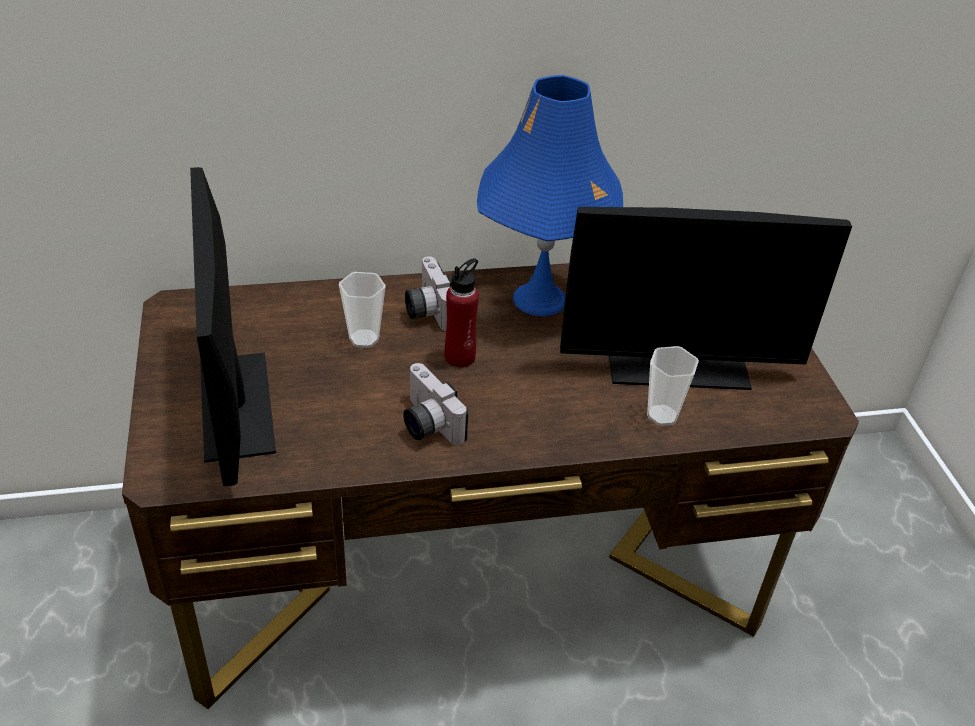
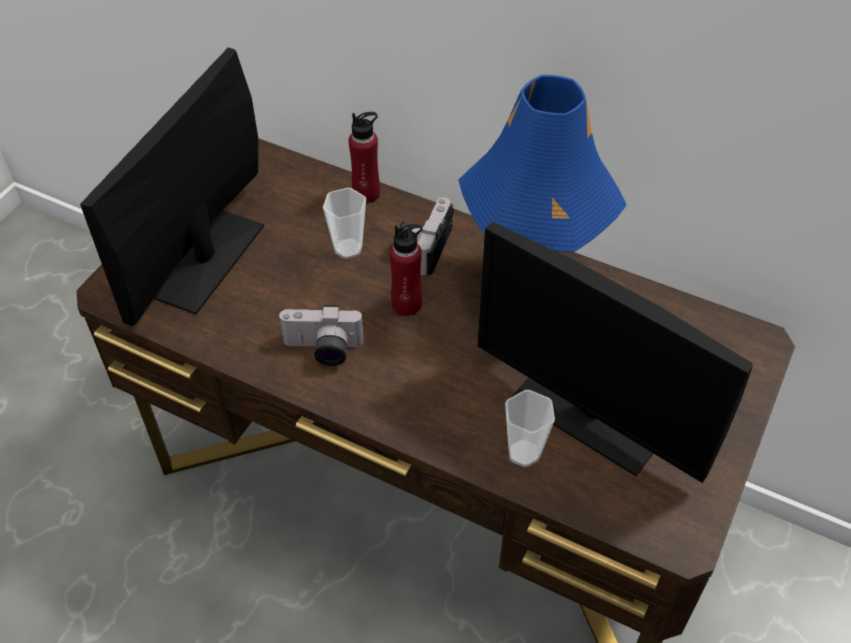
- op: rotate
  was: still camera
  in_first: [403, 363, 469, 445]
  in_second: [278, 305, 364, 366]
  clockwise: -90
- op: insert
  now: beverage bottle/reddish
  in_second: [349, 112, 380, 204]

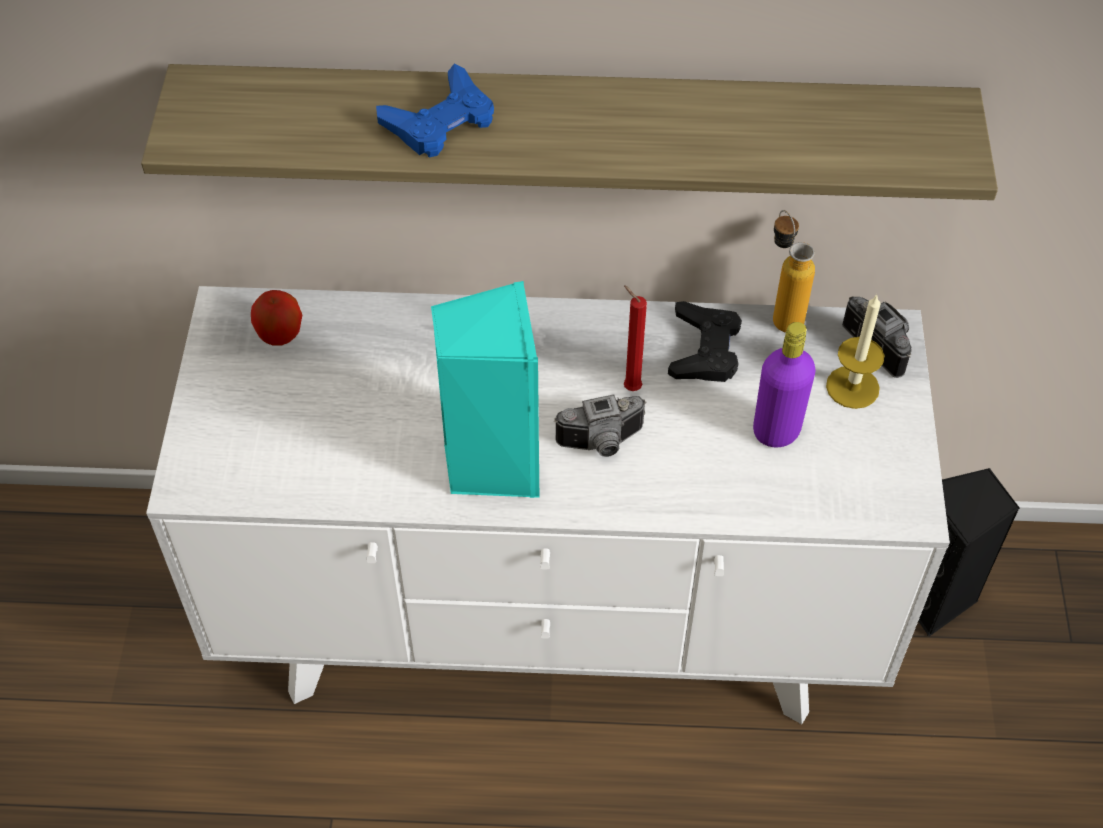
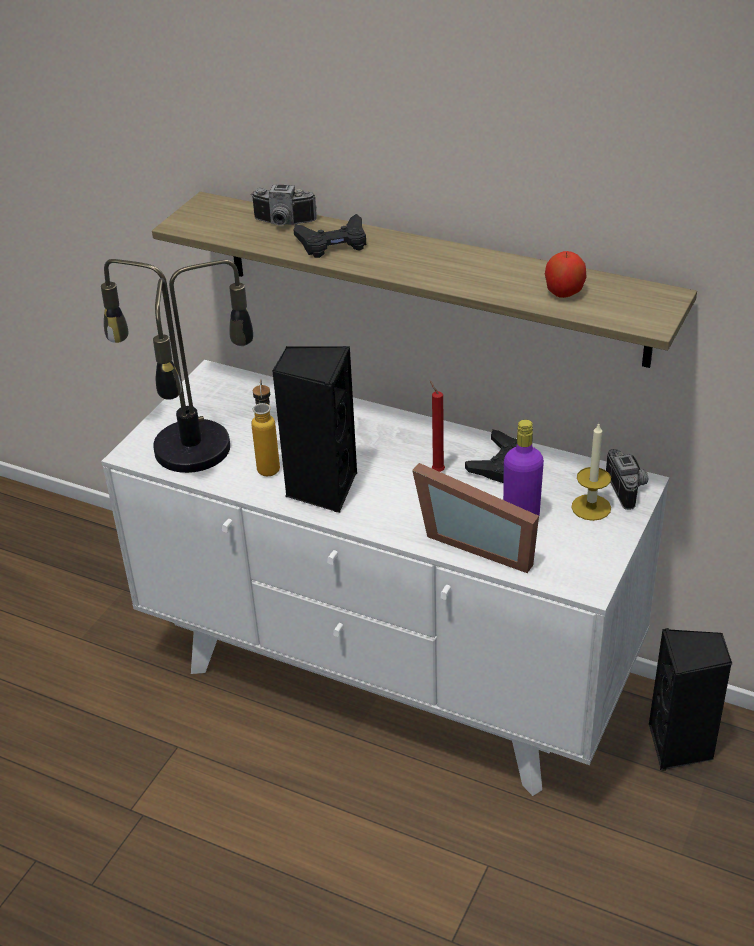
- op: move
  was: apple
  in_first: [251, 290, 302, 346]
  in_second: [545, 251, 586, 298]
- op: recolor
  was: gamepad/blue-coloured
  now: gamepad/blackish
  in_first: [376, 64, 494, 157]
  in_second: [294, 214, 366, 258]
- op: recolor
  was: speaker/turquoise
  now: speaker/blackish
  in_first: [431, 281, 539, 498]
  in_second: [272, 346, 357, 513]
- op: move
  was: still camera
  in_first: [554, 394, 646, 457]
  in_second: [251, 184, 317, 226]
- op: move
  was: beverage bottle
  in_first: [773, 210, 815, 333]
  in_second: [251, 379, 280, 477]
- op: insert
  now: tabletop lamp
  in_second: [101, 259, 253, 473]
- op: insert
  now: photo frame
  in_second: [412, 463, 539, 573]

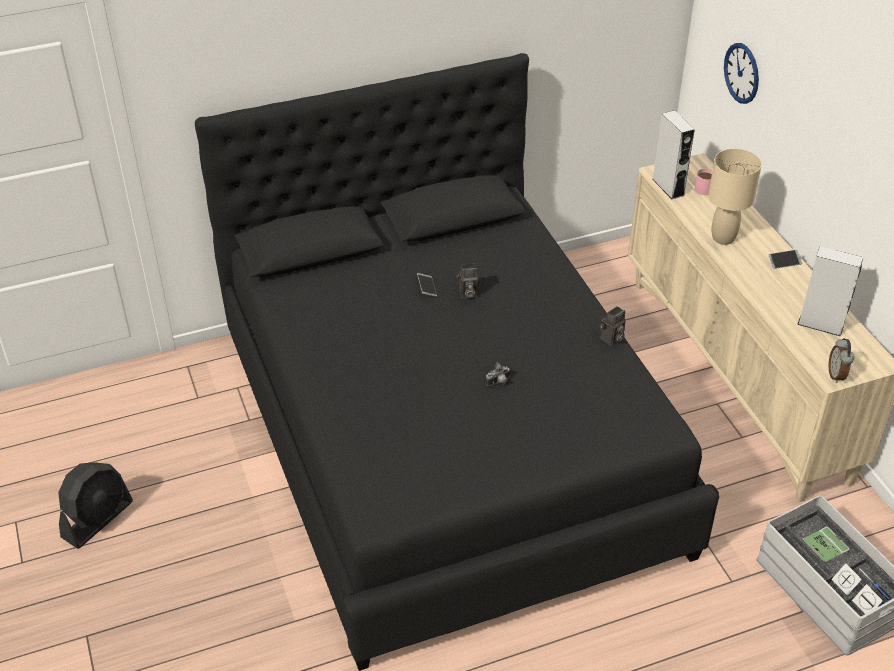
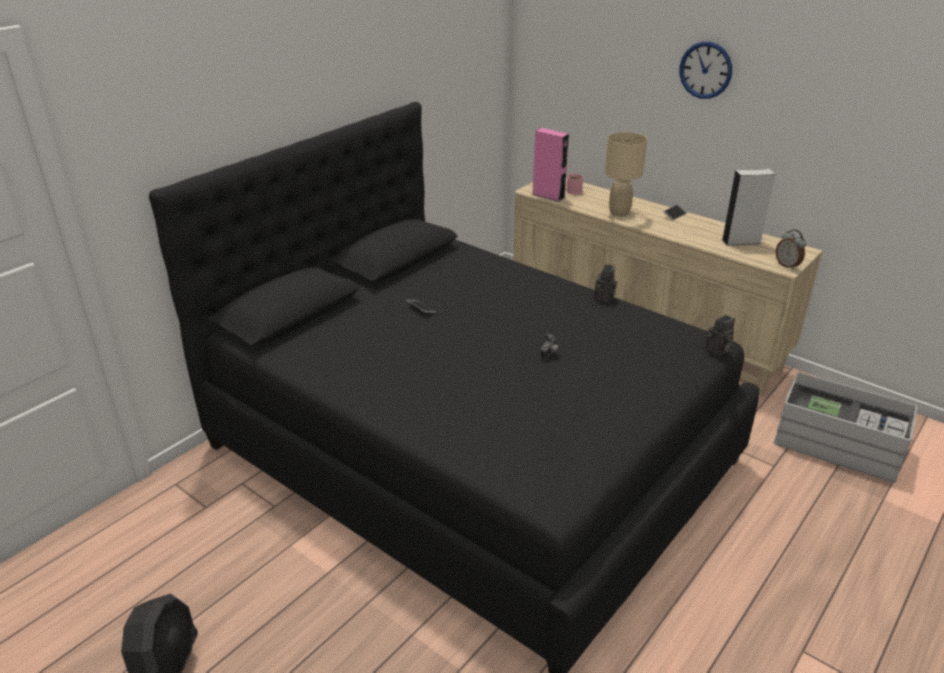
- op: move
  was: still camera
  in_first: [457, 263, 479, 299]
  in_second: [705, 315, 735, 357]
- op: recolor
  was: speaker/grey
  now: speaker/pink-coloured
  in_first: [652, 110, 695, 199]
  in_second: [532, 128, 569, 202]
- op: move
  was: wall clock
  in_first: [724, 43, 759, 104]
  in_second: [680, 42, 732, 99]

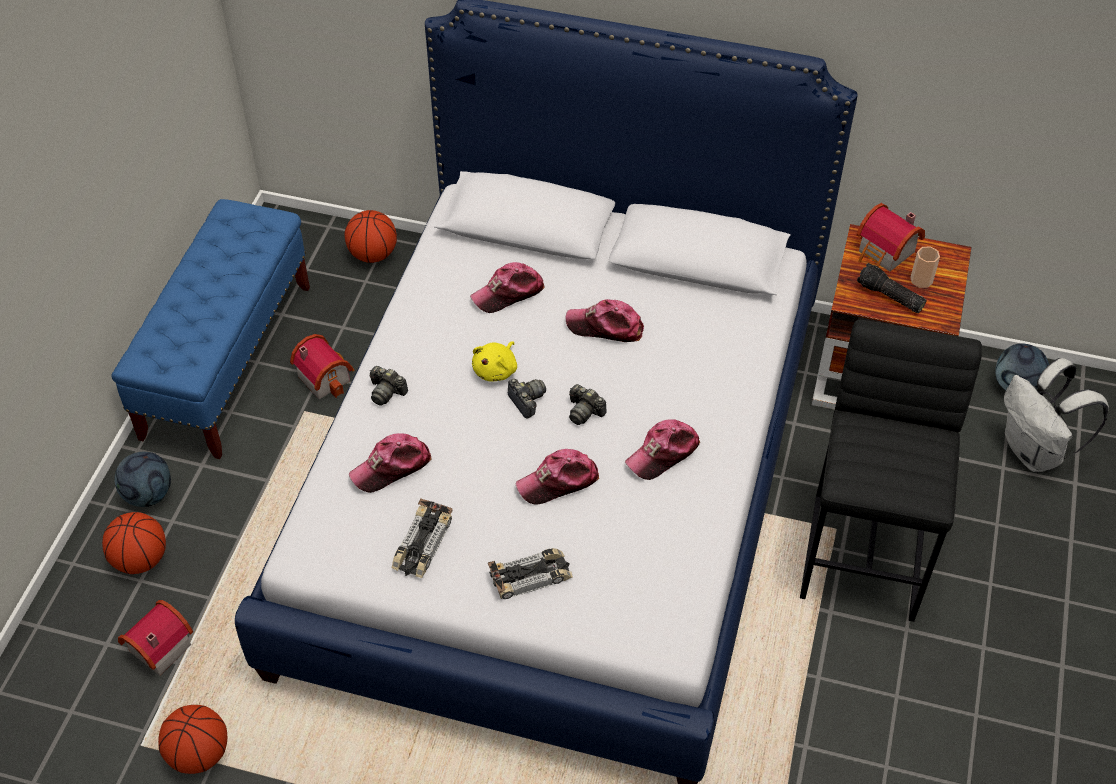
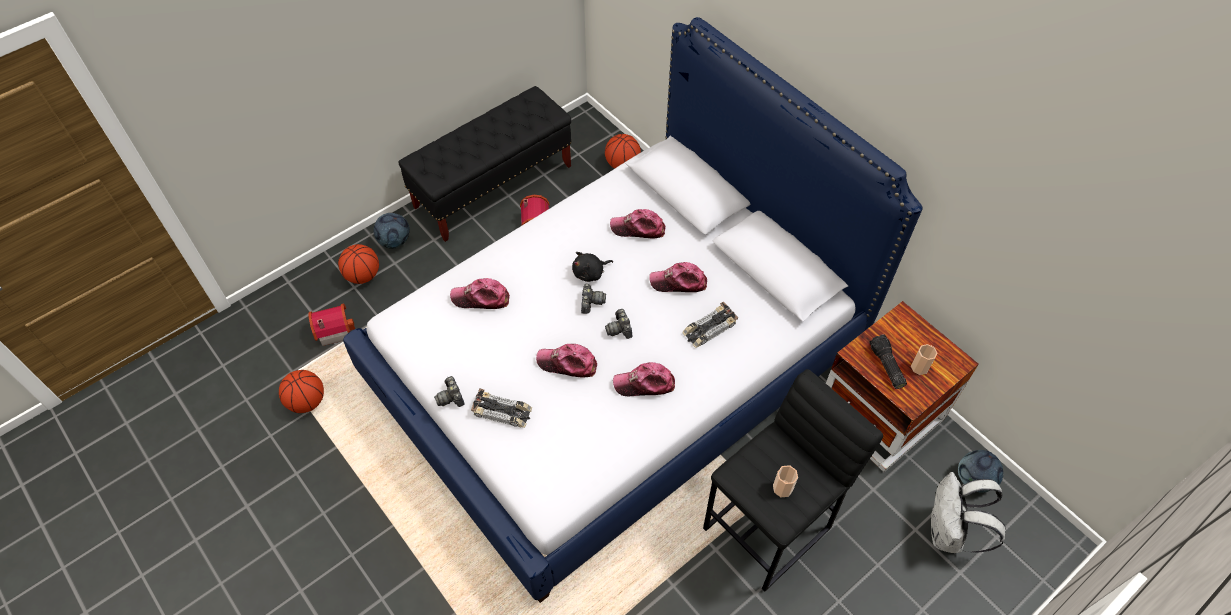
- op: recolor
  was: indoor bench/blue-coloured
  now: indoor bench/blackish
  in_first: [111, 199, 310, 459]
  in_second: [399, 86, 572, 242]
- op: move
  was: still camera
  in_first: [370, 366, 408, 406]
  in_second: [434, 376, 465, 407]
- op: move
  was: model car
  in_first: [391, 498, 453, 578]
  in_second: [682, 301, 738, 348]
- op: recolor
  was: cuddly toy/yellowish
  now: cuddly toy/blackish
  in_first: [472, 341, 517, 382]
  in_second: [572, 252, 613, 282]
- op: rotate
  was: peaked cap
  in_first: [566, 299, 644, 342]
  in_second: [649, 262, 707, 292]
  clockwise: -45
- op: delete
  was: toy house
  in_first: [856, 203, 925, 272]
- op: insert
  now: small cup
  in_second: [773, 465, 798, 497]

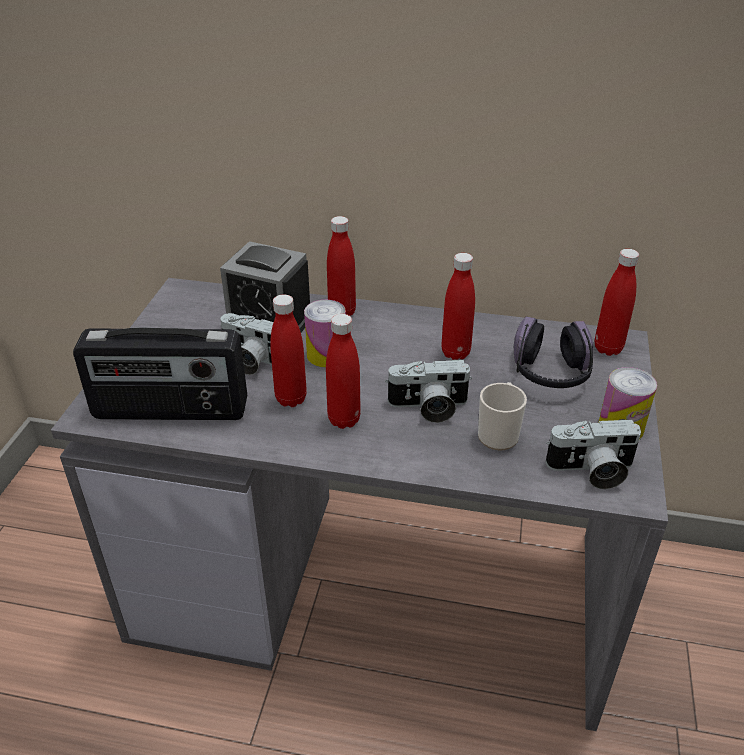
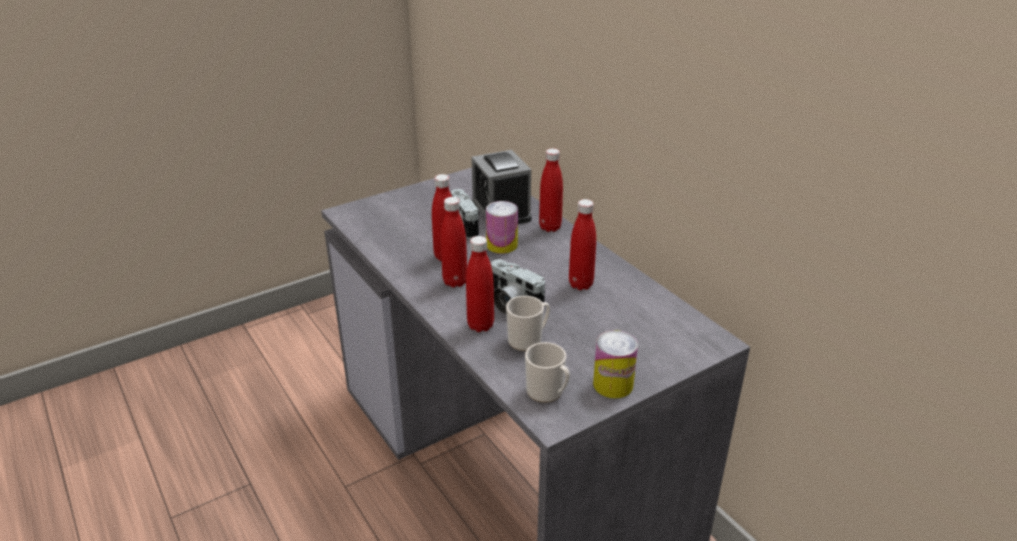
- op: delete
  was: radio receiver
  in_first: [73, 328, 247, 420]
- op: delete
  was: headset
  in_first: [514, 317, 593, 388]
- op: replace
  was: still camera
  now: coffee mug
  in_first: [545, 419, 641, 489]
  in_second: [525, 342, 570, 403]
- op: move
  was: beverage bottle/reddish
  in_first: [595, 249, 639, 356]
  in_second: [466, 236, 494, 332]

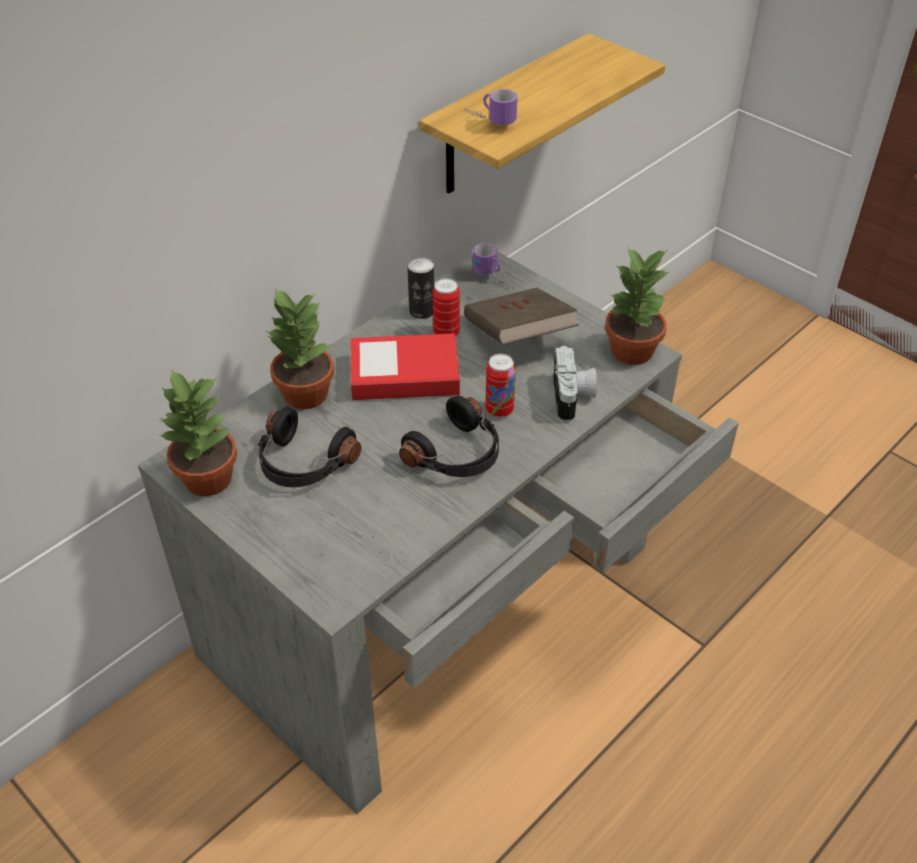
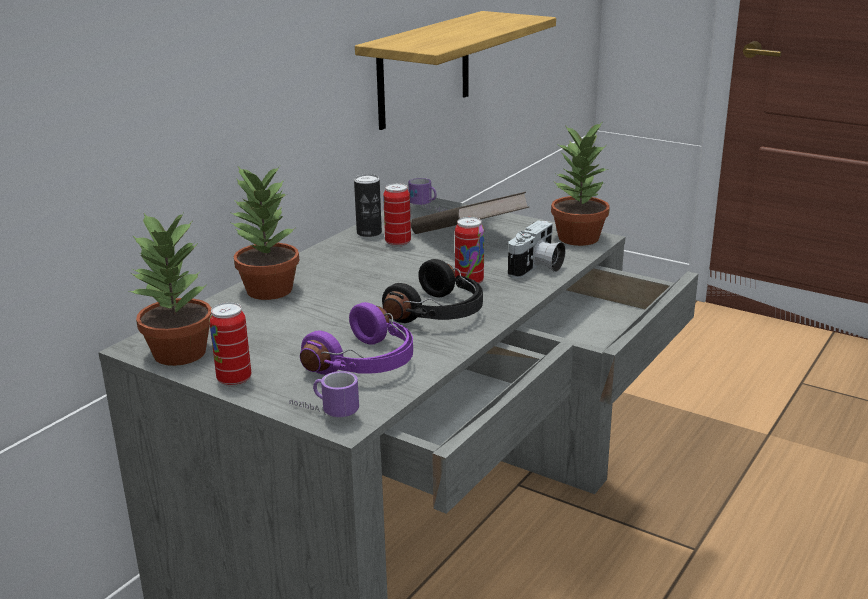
- op: delete
  was: headset/blackish
  in_first: [258, 407, 361, 487]
- op: delete
  was: volume
  in_first: [351, 333, 460, 400]
- op: move
  was: coffee mug
  in_first: [465, 89, 518, 126]
  in_second: [289, 371, 359, 417]
- op: rotate
  was: still camera
  in_first: [553, 346, 597, 422]
  in_second: [508, 220, 566, 278]
  clockwise: 45
- op: insert
  now: metal can
  in_second: [209, 302, 251, 387]
- op: insert
  now: headset/purplish
  in_second: [300, 302, 413, 375]

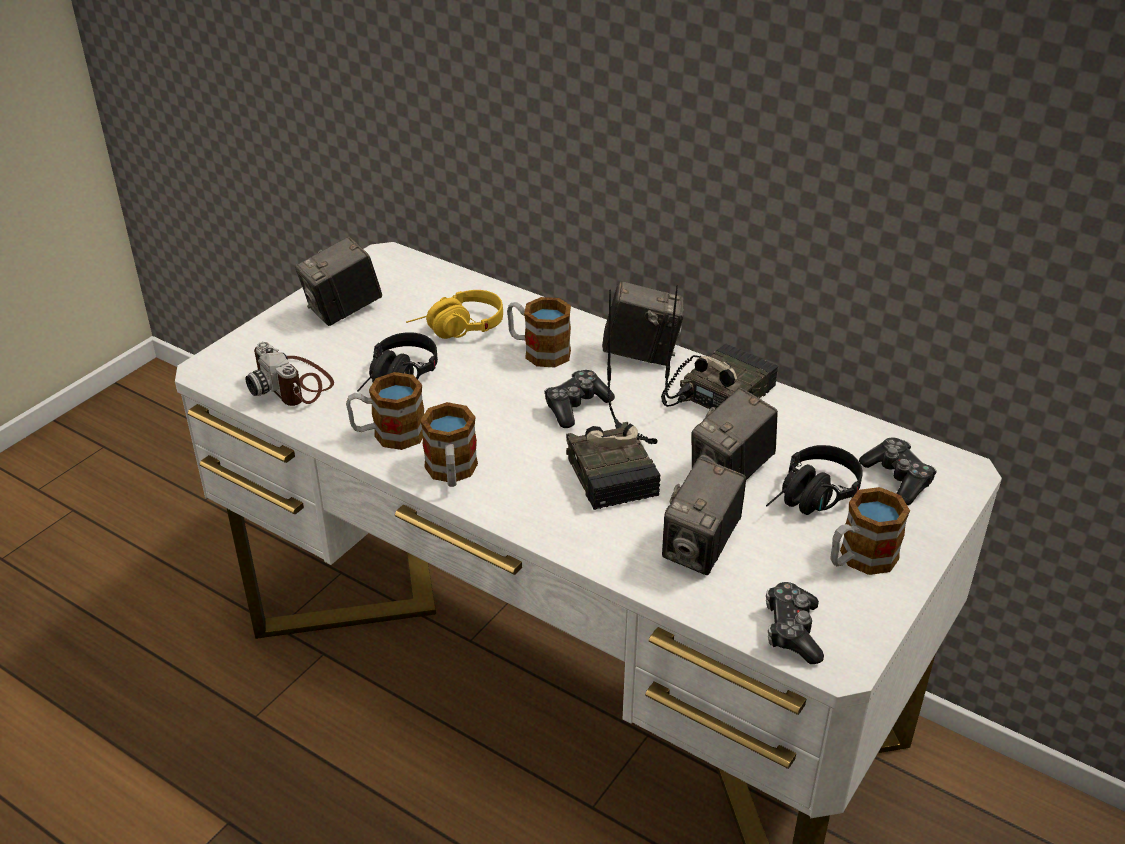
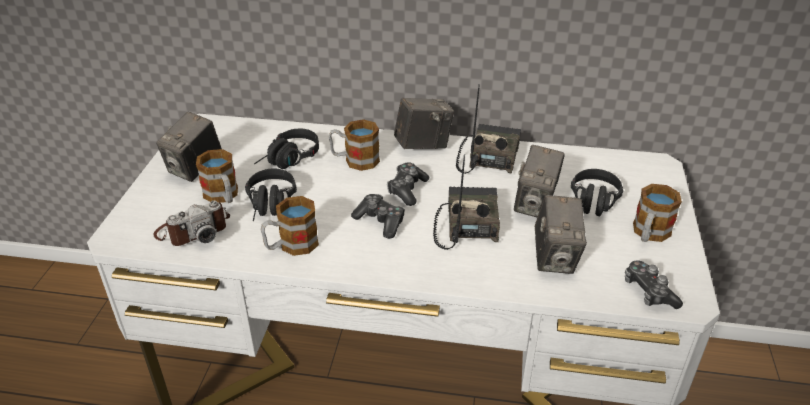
- op: rotate
  was: still camera
  in_first: [246, 342, 334, 406]
  in_second: [154, 201, 230, 246]
  clockwise: -60
- op: recolor
  was: headset/yellowish
  now: headset/blackish
  in_first: [406, 290, 503, 339]
  in_second: [254, 129, 319, 169]
- op: move
  was: coffee mug
  in_first: [420, 402, 478, 487]
  in_second: [196, 149, 238, 203]
- op: rotate
  was: radio receiver
  in_first: [566, 289, 661, 510]
  in_second: [433, 155, 500, 250]
  clockwise: -135
- op: move
  was: gamepad
  in_first: [859, 438, 937, 505]
  in_second: [351, 194, 405, 239]

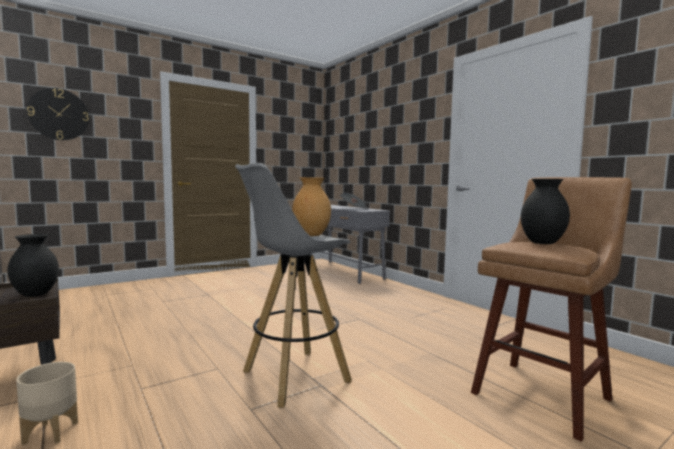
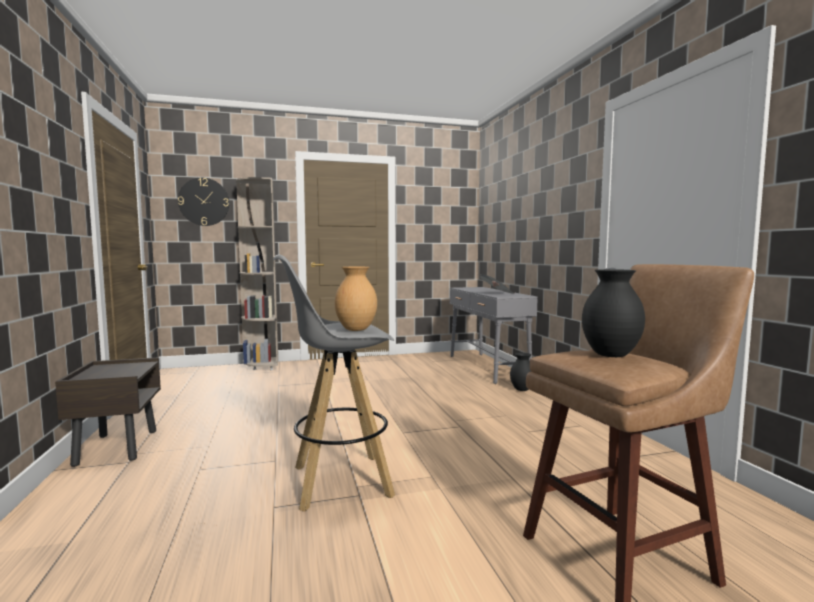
- op: move
  was: vase/blackish
  in_first: [8, 234, 59, 297]
  in_second: [510, 352, 532, 391]
- op: delete
  was: flower pot/beige
  in_first: [16, 362, 78, 445]
- op: insert
  now: shelving unit/beige
  in_second: [235, 177, 278, 370]

